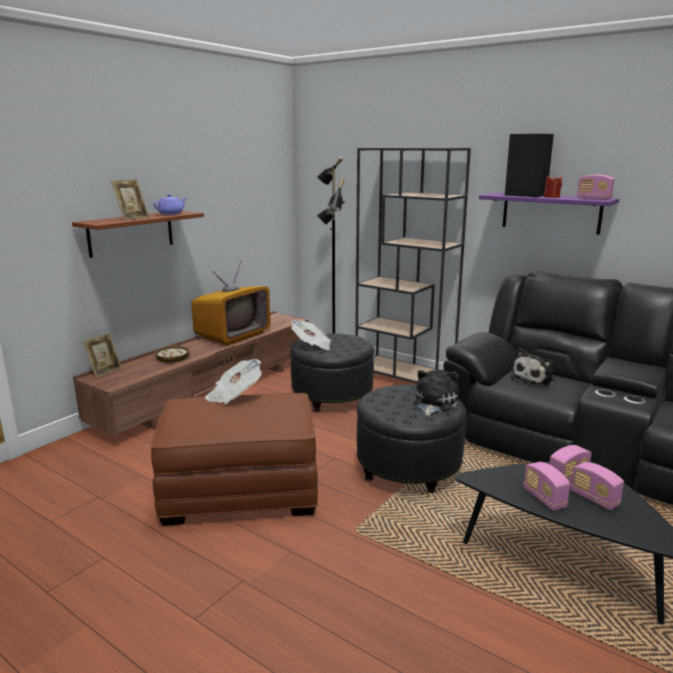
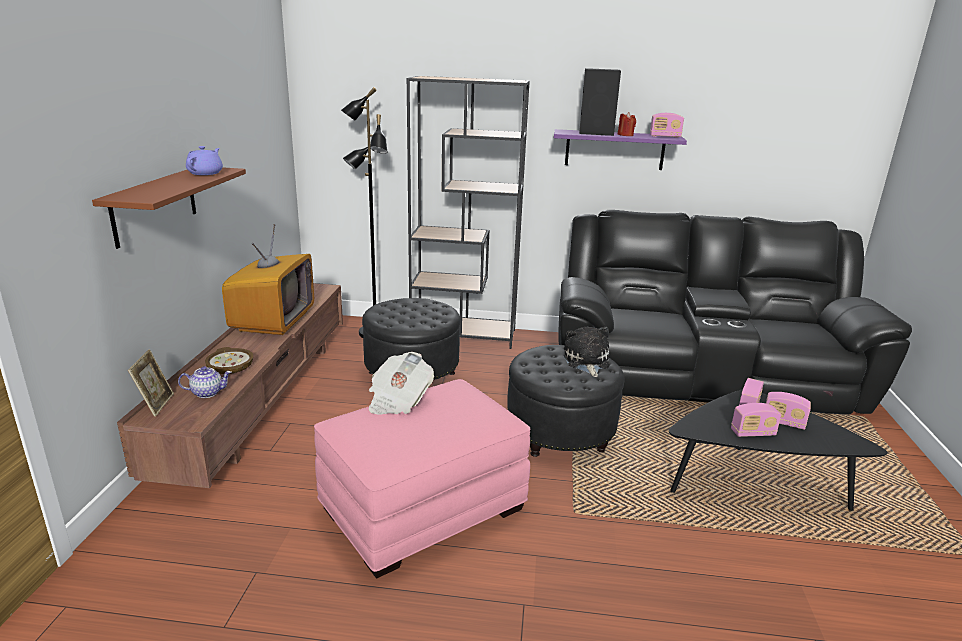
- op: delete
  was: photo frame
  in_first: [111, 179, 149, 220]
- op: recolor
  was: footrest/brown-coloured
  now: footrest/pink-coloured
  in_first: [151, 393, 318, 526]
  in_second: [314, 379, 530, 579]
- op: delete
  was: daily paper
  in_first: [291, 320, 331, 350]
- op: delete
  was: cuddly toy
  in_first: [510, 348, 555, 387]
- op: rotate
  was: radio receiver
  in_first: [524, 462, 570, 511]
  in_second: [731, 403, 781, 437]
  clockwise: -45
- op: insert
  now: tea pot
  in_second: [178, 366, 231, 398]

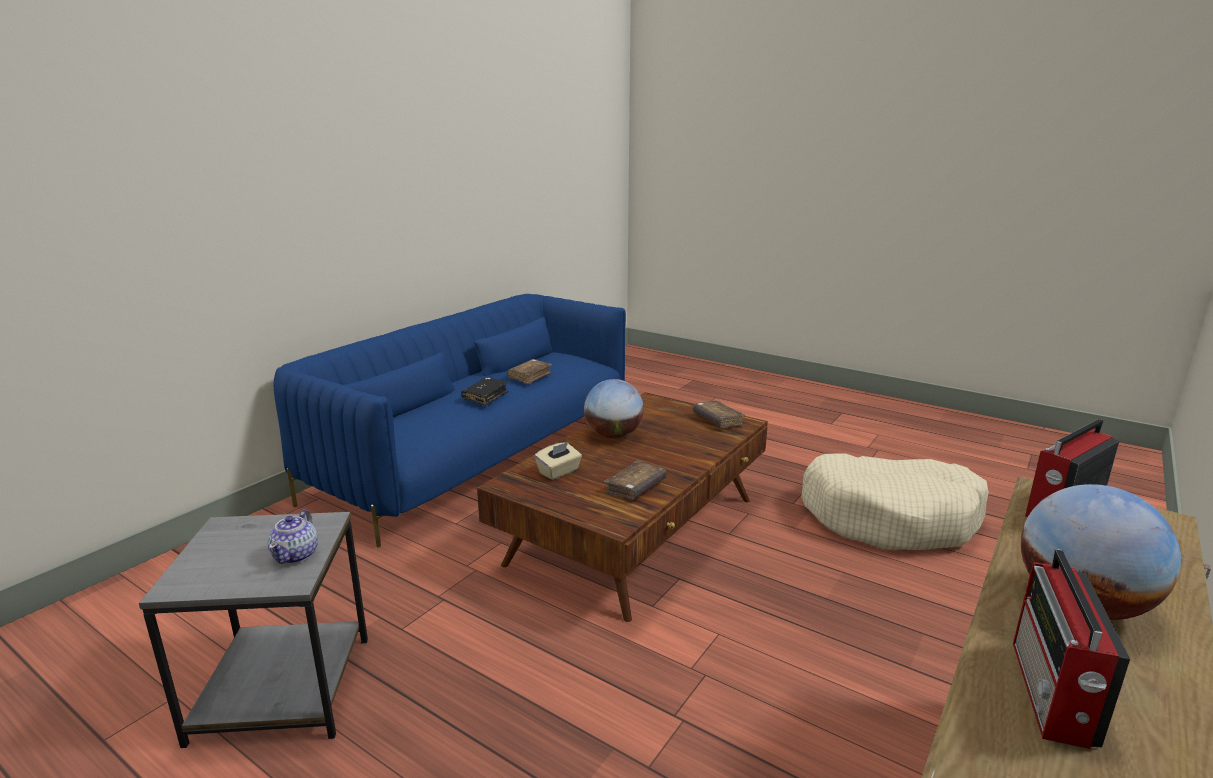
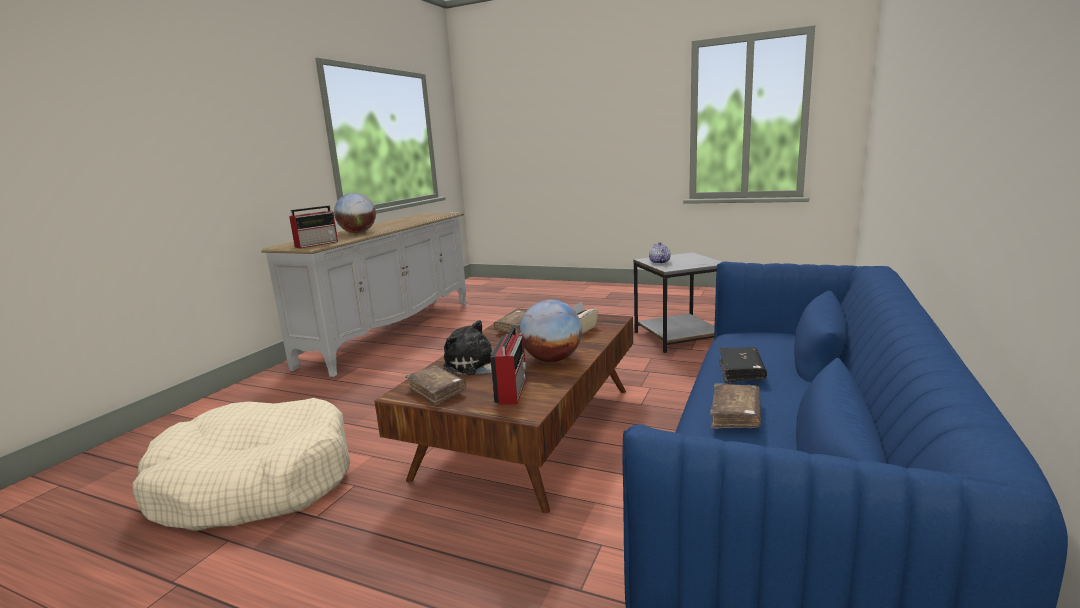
- op: move
  was: radio receiver
  in_first: [1013, 549, 1130, 749]
  in_second: [490, 326, 526, 404]
- op: insert
  now: cuddly toy
  in_second: [443, 320, 493, 376]

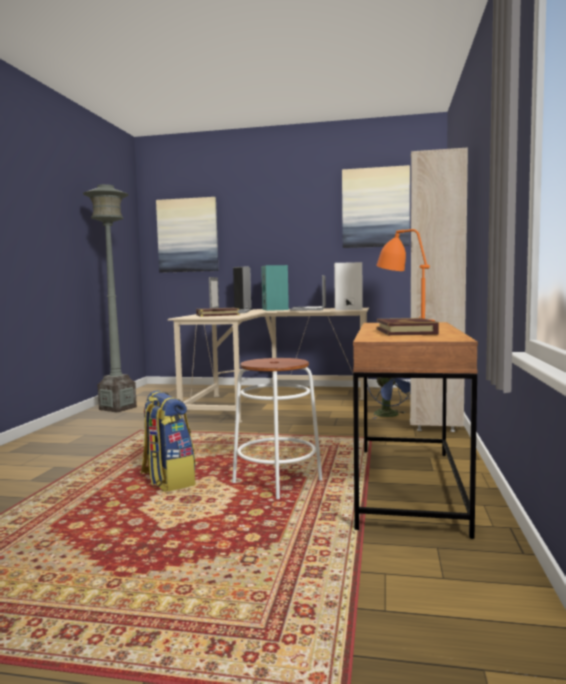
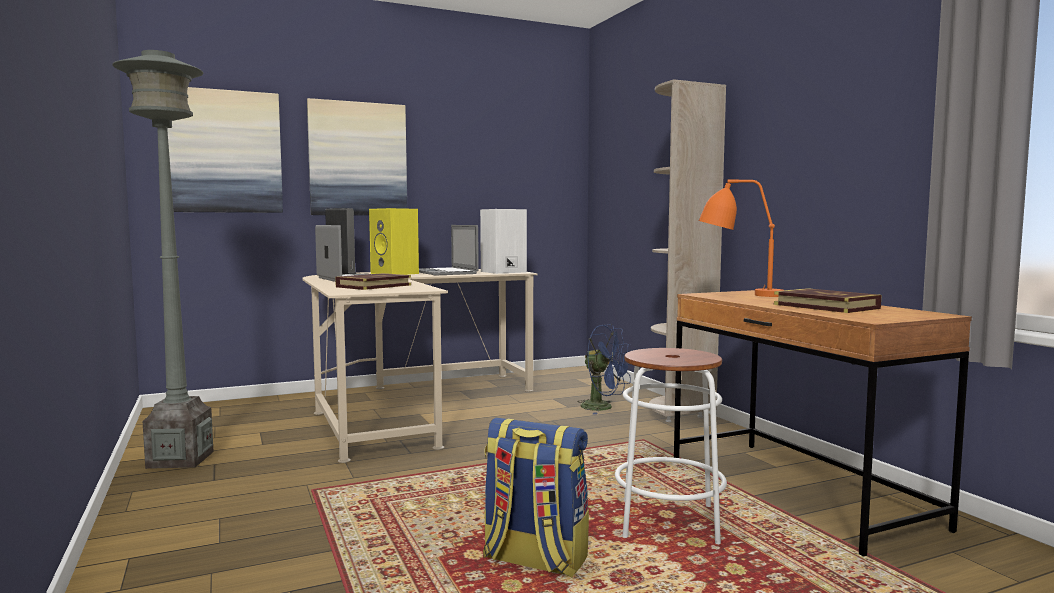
- op: recolor
  was: speaker/turquoise
  now: speaker/yellowish
  in_first: [261, 265, 289, 311]
  in_second: [369, 208, 419, 275]
- op: move
  was: wall art
  in_first: [342, 165, 410, 248]
  in_second: [307, 98, 407, 216]

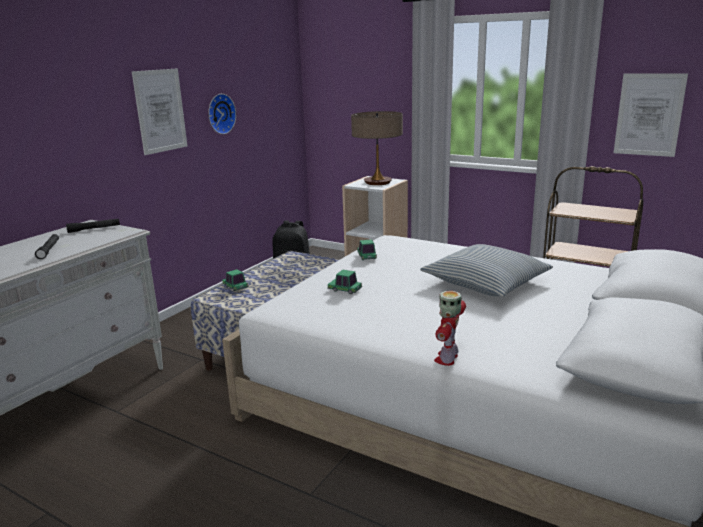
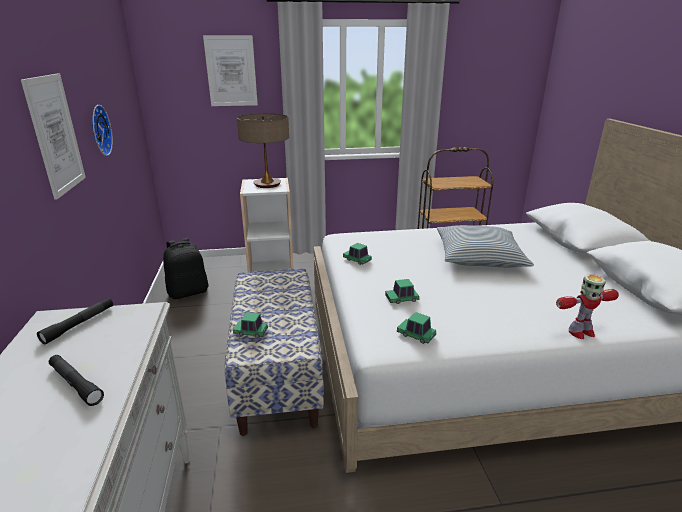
- op: rotate
  was: model robot
  in_first: [434, 291, 466, 366]
  in_second: [556, 274, 619, 339]
  clockwise: -90
- op: move
  was: wall art
  in_first: [614, 73, 688, 157]
  in_second: [203, 35, 258, 106]
- op: insert
  now: model car
  in_second: [397, 312, 436, 344]

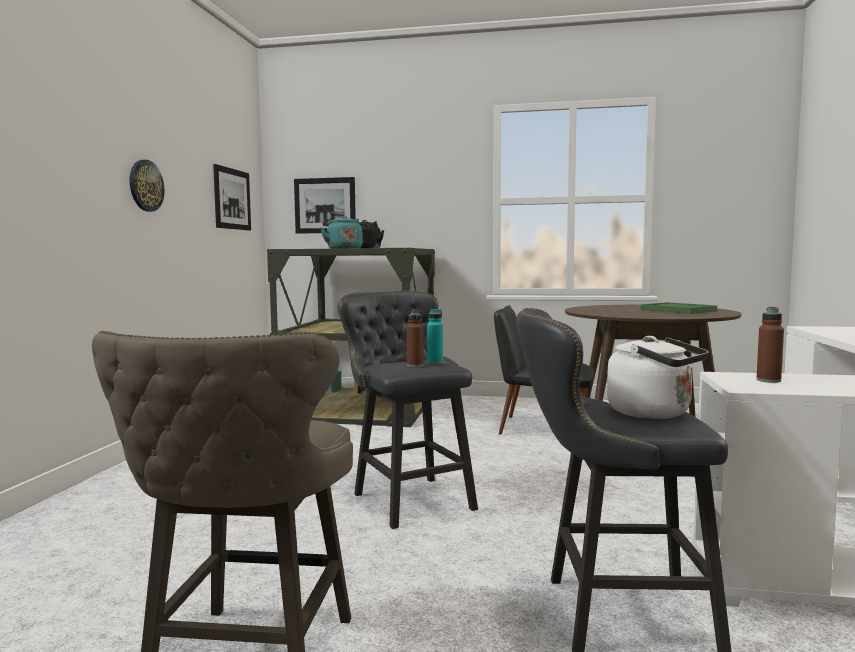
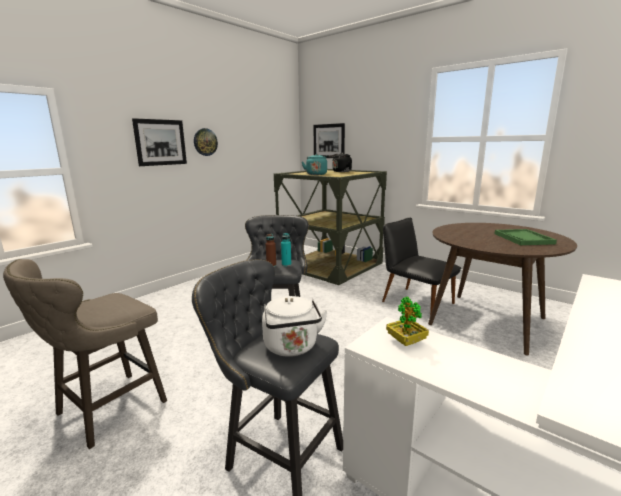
- op: move
  was: wall art
  in_first: [213, 164, 251, 230]
  in_second: [132, 118, 187, 166]
- op: replace
  was: beverage bottle/brown-coloured
  now: houseplant
  in_first: [756, 307, 784, 383]
  in_second: [386, 297, 429, 346]

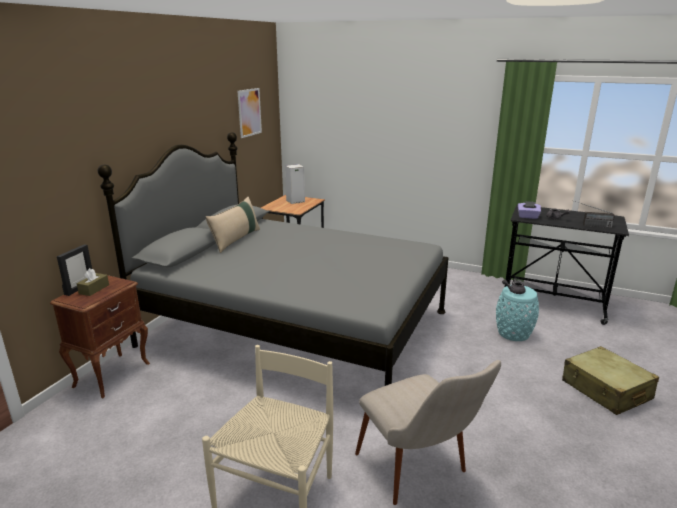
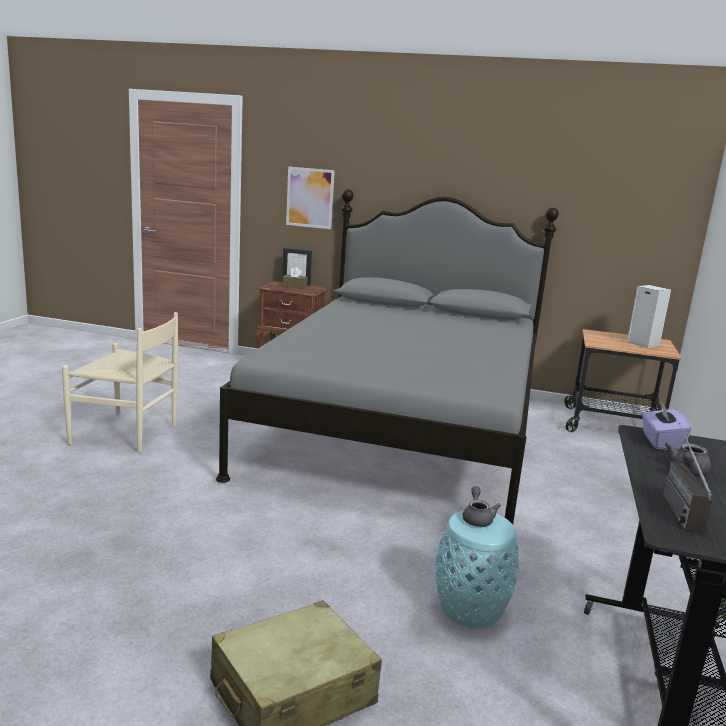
- op: delete
  was: throw pillow/beige
  in_first: [205, 196, 260, 253]
- op: move
  was: wall art
  in_first: [237, 88, 262, 138]
  in_second: [286, 166, 335, 229]
- op: delete
  was: upright chair/beige
  in_first: [355, 360, 501, 505]

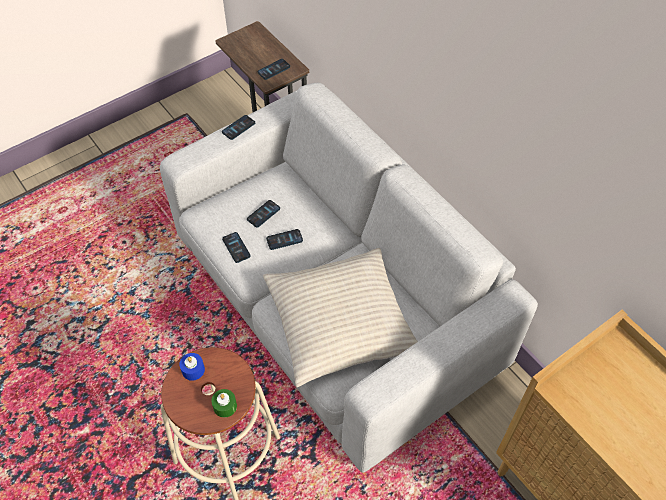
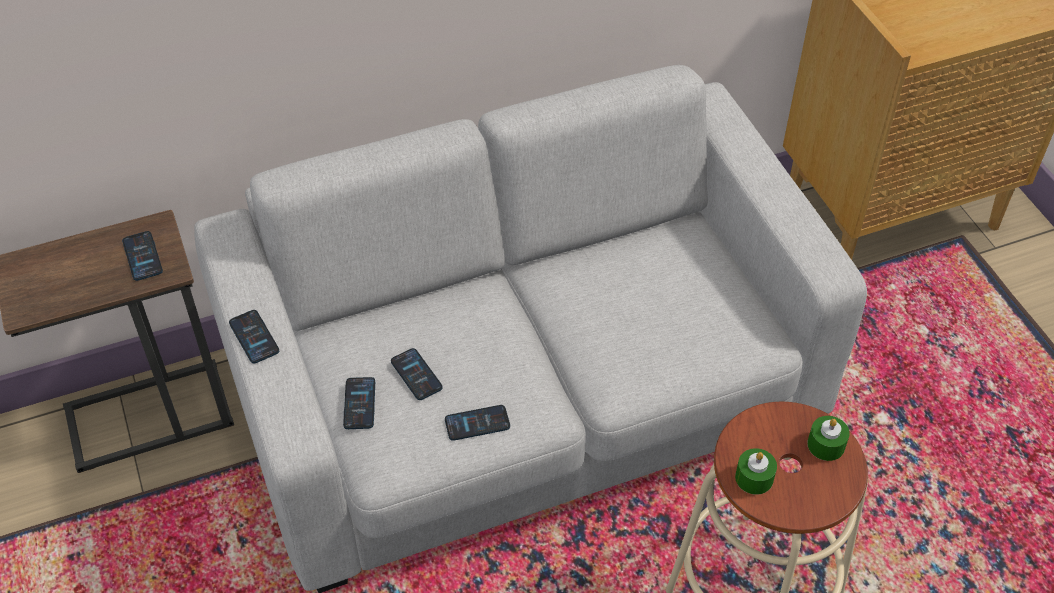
- op: recolor
  was: candle/blue-coloured
  now: candle/greenish
  in_first: [179, 353, 205, 381]
  in_second: [735, 448, 777, 495]
- op: delete
  was: throw pillow/beige
  in_first: [263, 248, 418, 387]
- op: move
  was: telephone
  in_first: [266, 229, 303, 250]
  in_second: [343, 377, 375, 429]

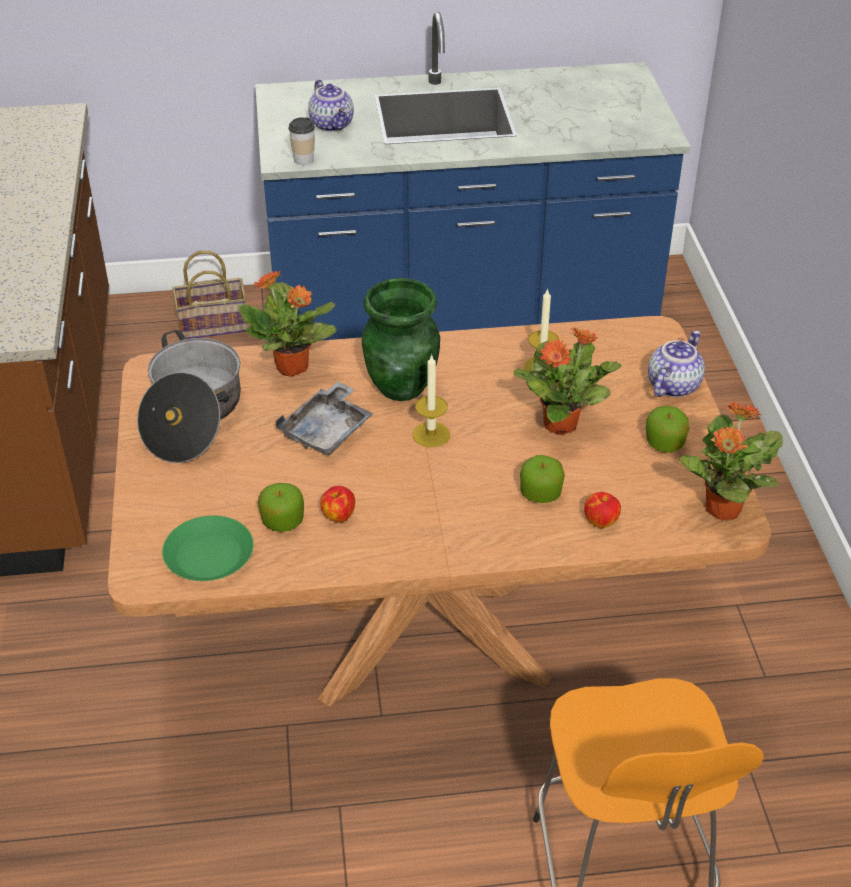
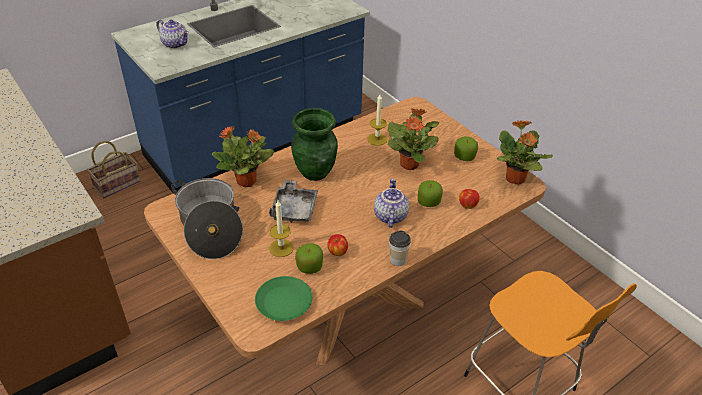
- op: move
  was: small cup
  in_first: [288, 117, 315, 165]
  in_second: [389, 231, 411, 266]
- op: move
  was: candle
  in_first: [413, 354, 450, 447]
  in_second: [269, 200, 294, 257]
- op: move
  was: tea pot
  in_first: [648, 330, 705, 397]
  in_second: [374, 179, 409, 228]

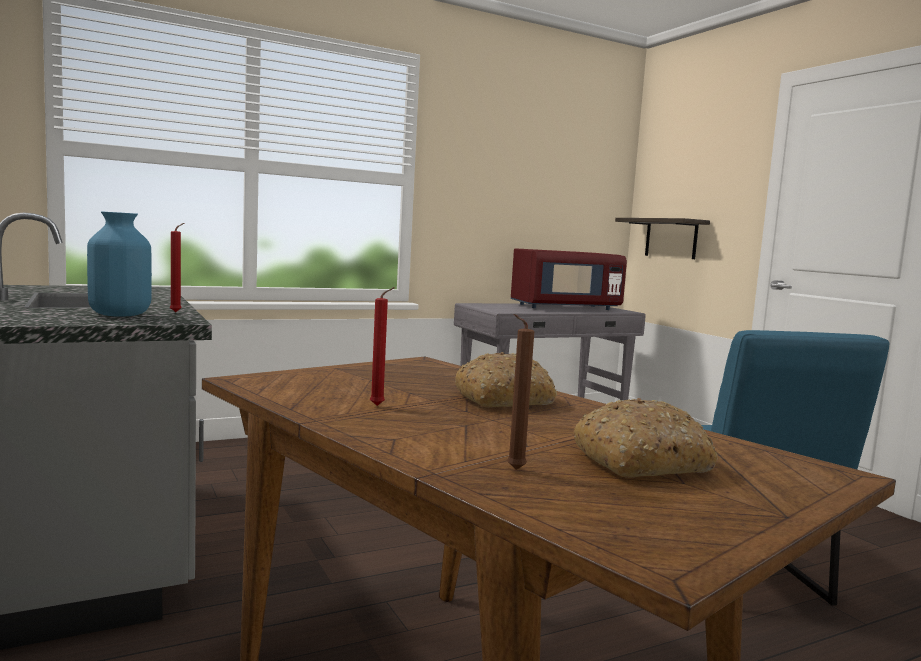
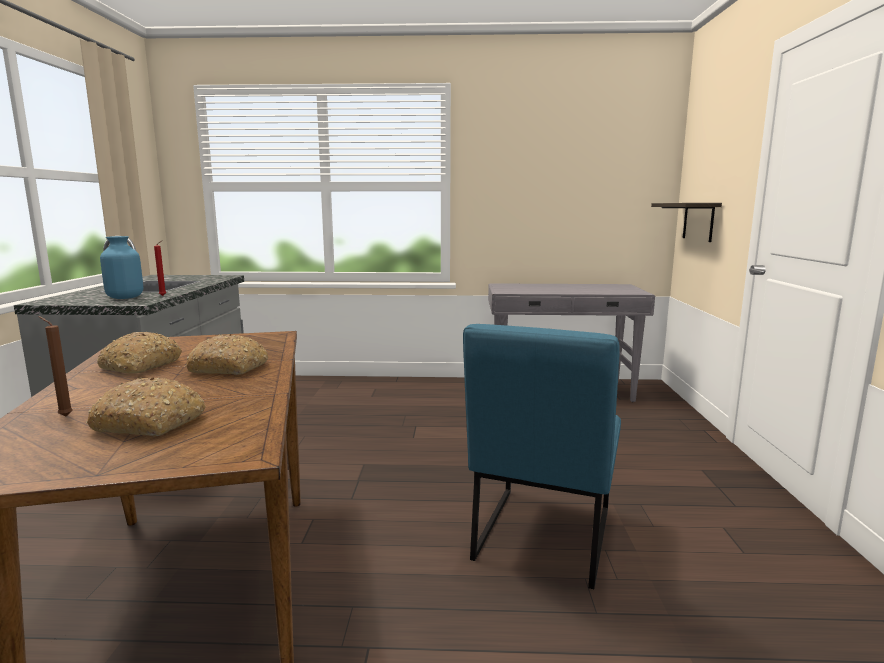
- op: replace
  was: candle/reddish
  now: bread
  in_first: [370, 287, 395, 406]
  in_second: [97, 332, 182, 374]
- op: delete
  was: microwave/reddish
  in_first: [511, 248, 627, 310]

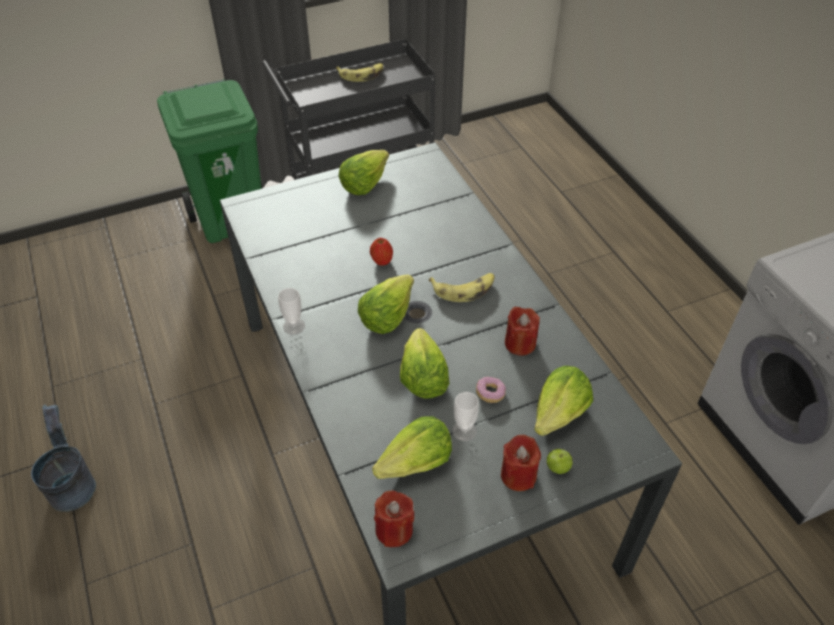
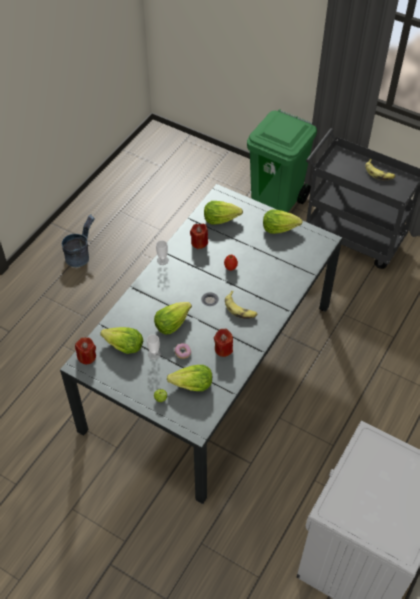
- op: move
  was: head of lettuce
  in_first: [358, 274, 414, 334]
  in_second: [204, 201, 243, 225]
- op: move
  was: candle/reddish
  in_first: [501, 435, 541, 491]
  in_second: [190, 224, 208, 249]

